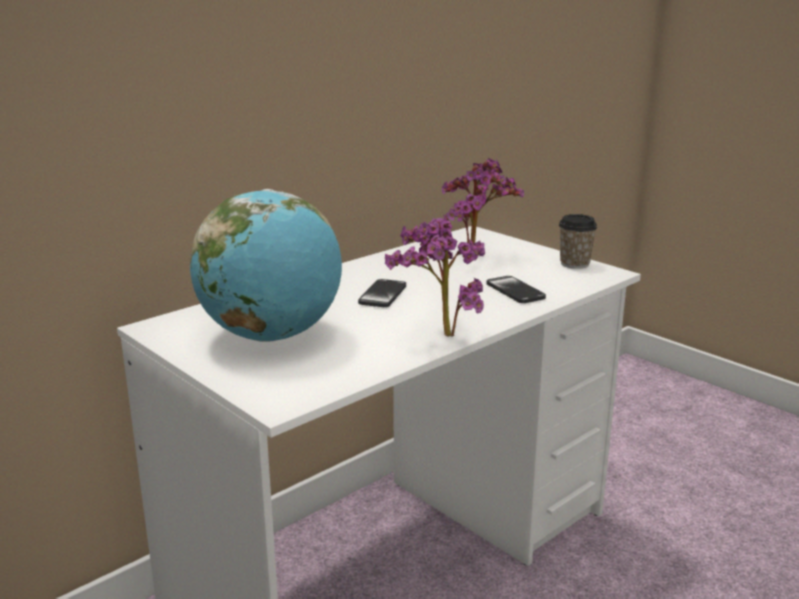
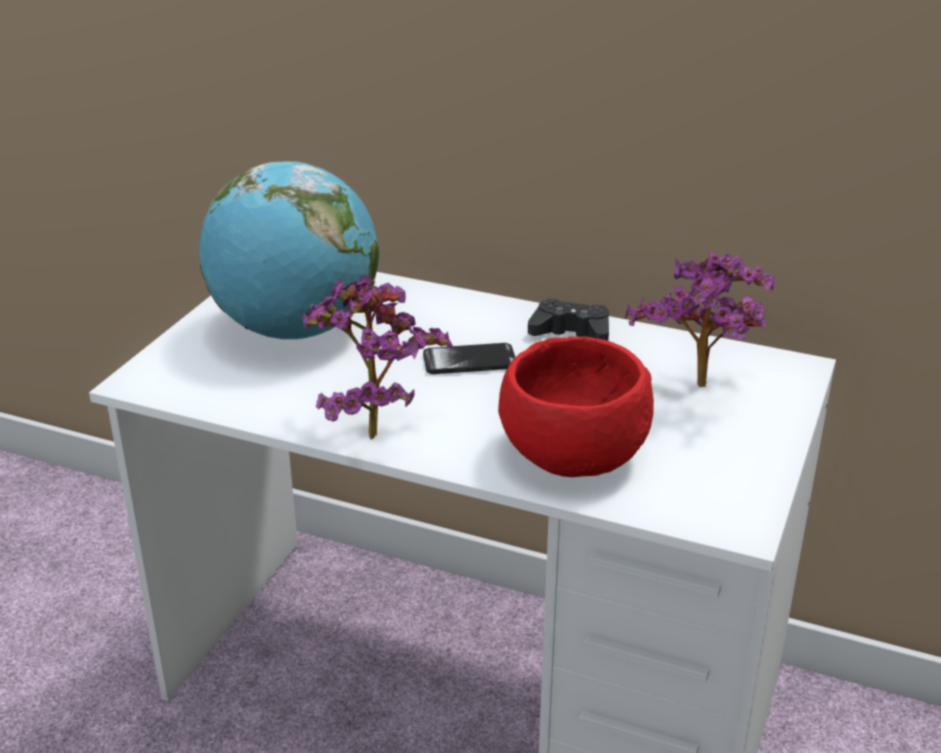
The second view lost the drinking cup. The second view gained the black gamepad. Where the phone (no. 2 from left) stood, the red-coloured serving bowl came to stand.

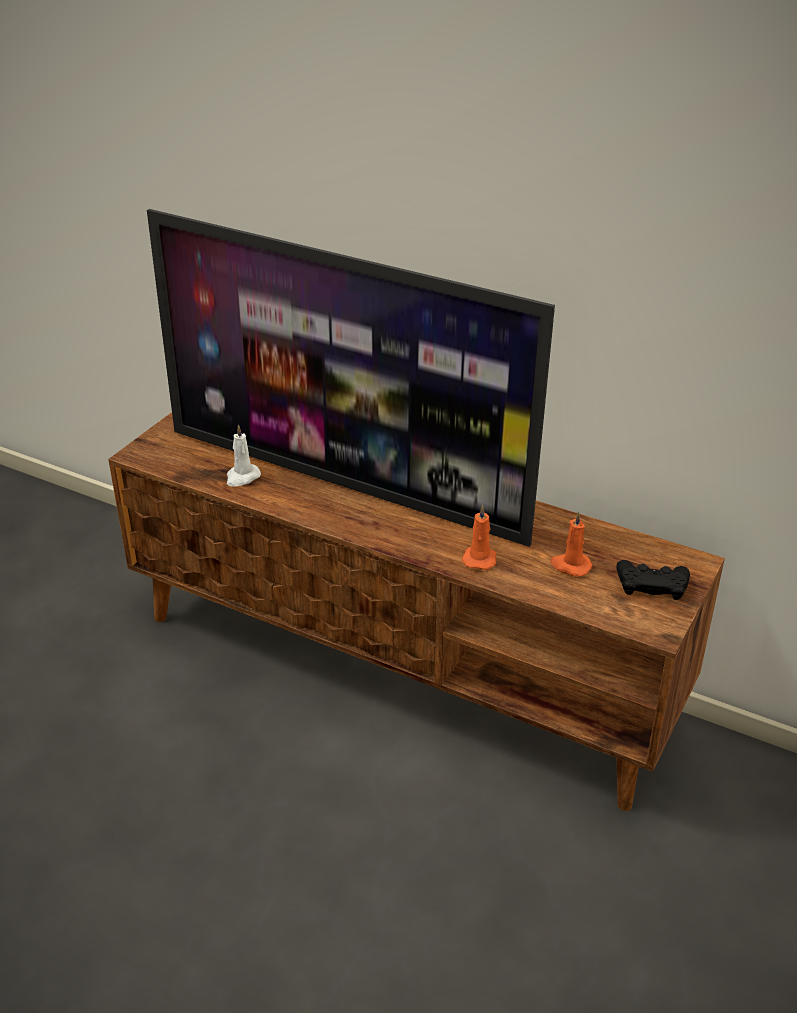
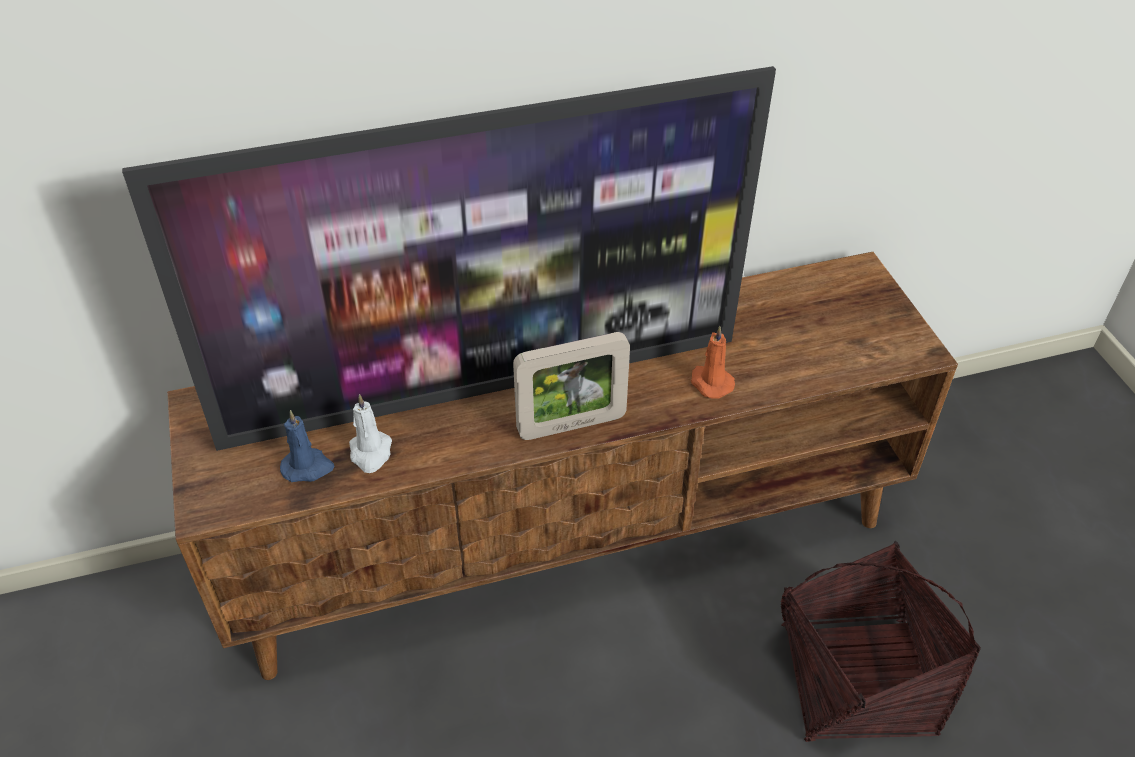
The second view lost the orange-coloured wax light (no. 2 from left). The second view lost the black gamepad. The second view gained the blue wax light. The second view gained the photo frame. The second view gained the household basket.

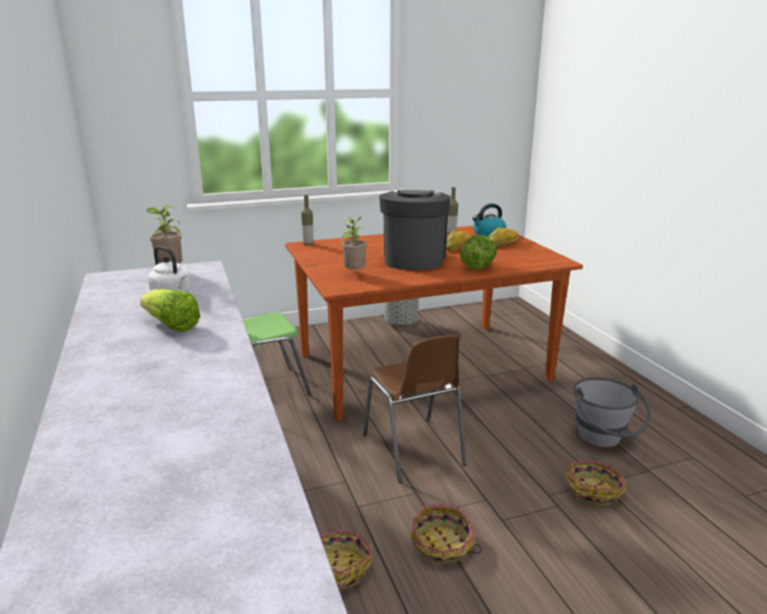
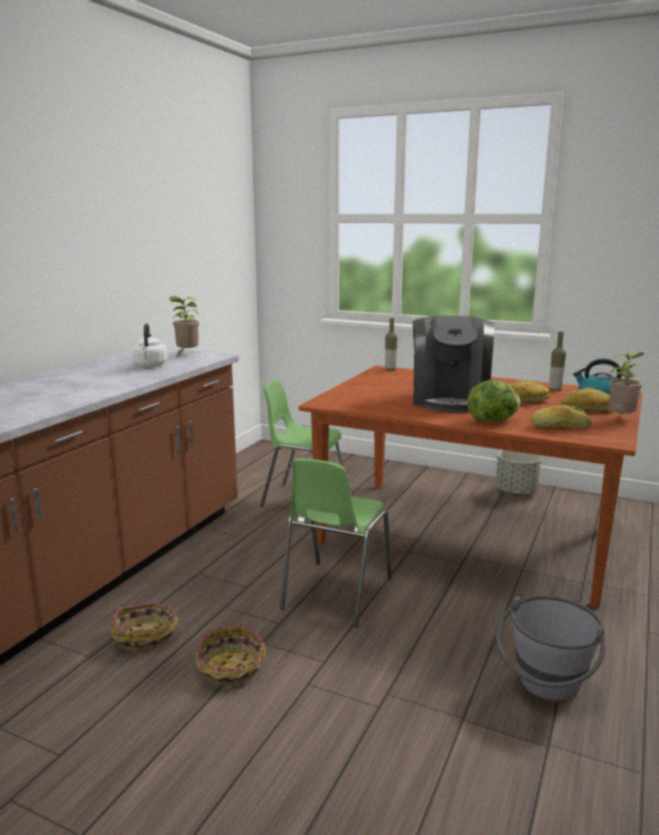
The second view lost the lettuce head (no. 1 from left). The second view lost the household basket (no. 3 from left). The second view gained the bread (no. 2 from left). The plant in a pot (no. 2 from left) ended up elsewhere. What was the brown-coloured chair turned into the greenish chair (no. 2 from left). The coffee brewer ended up facing another way, 135 degrees clockwise from before.

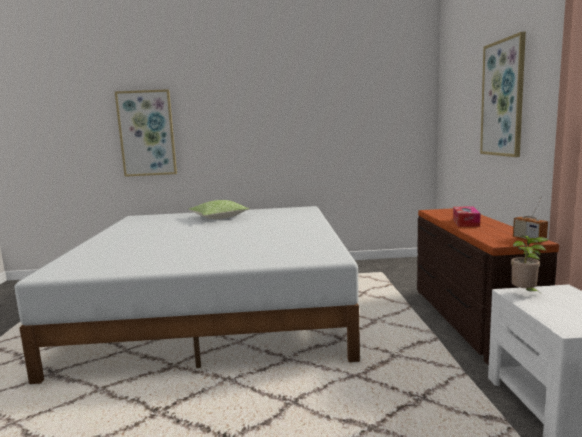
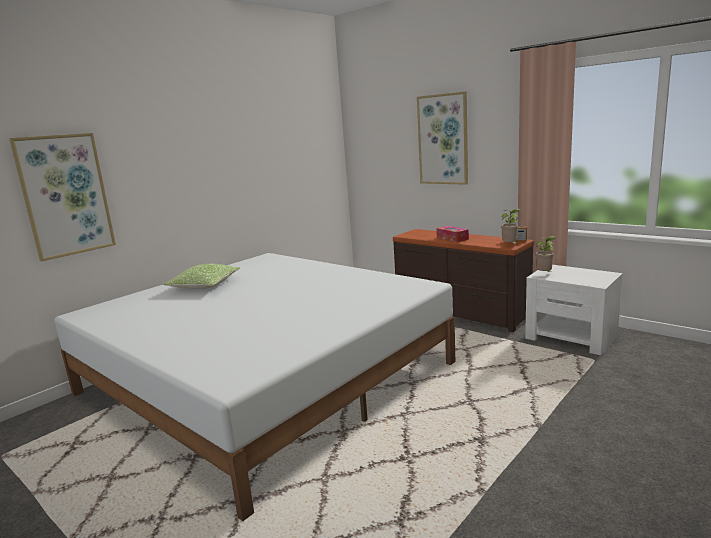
The second view gained the plant in a pot (no. 1 from left).

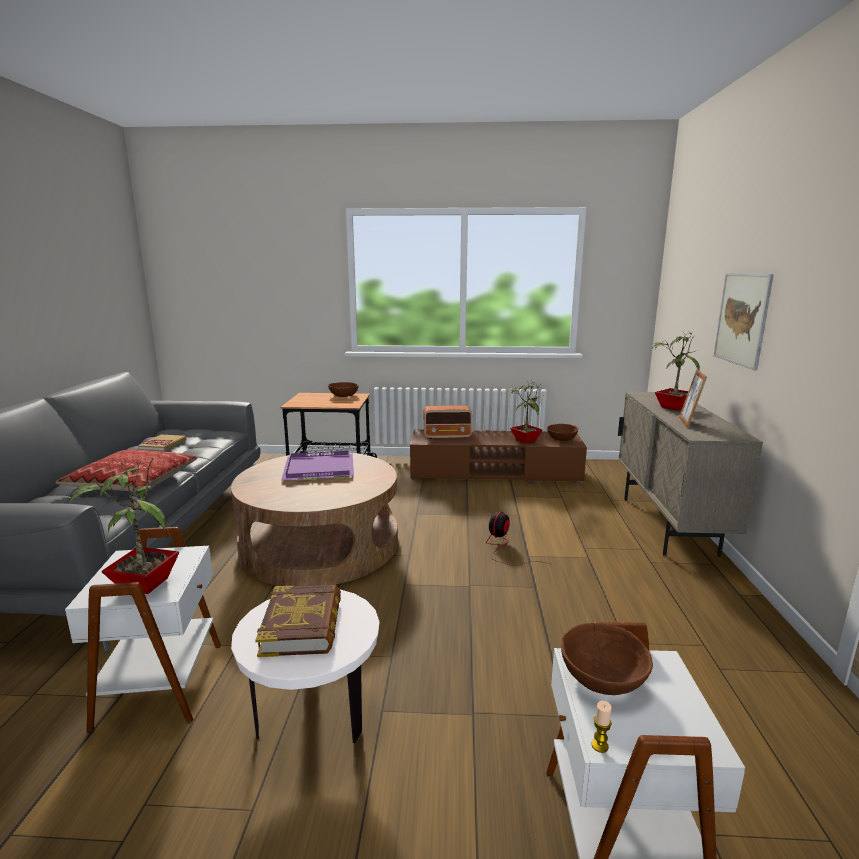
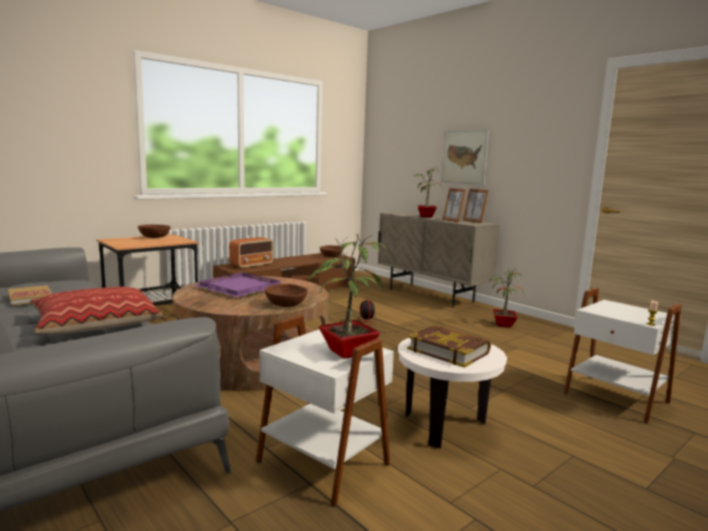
The second view gained the photo frame (no. 2 from left). The plant in a pot (no. 2 from left in the first image) ended up elsewhere. The brown-coloured serving bowl (no. 3 from left in the first image) ended up elsewhere.

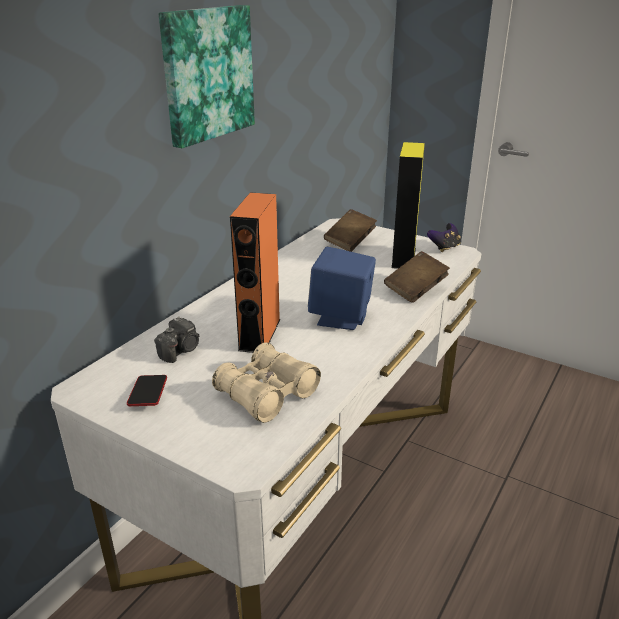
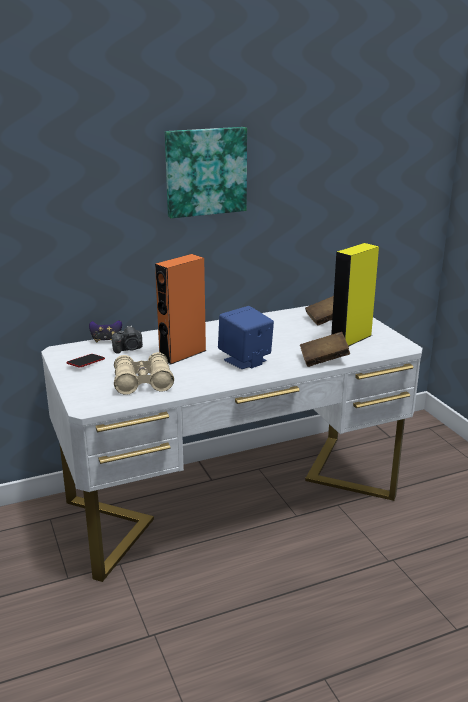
The gamepad ended up elsewhere.

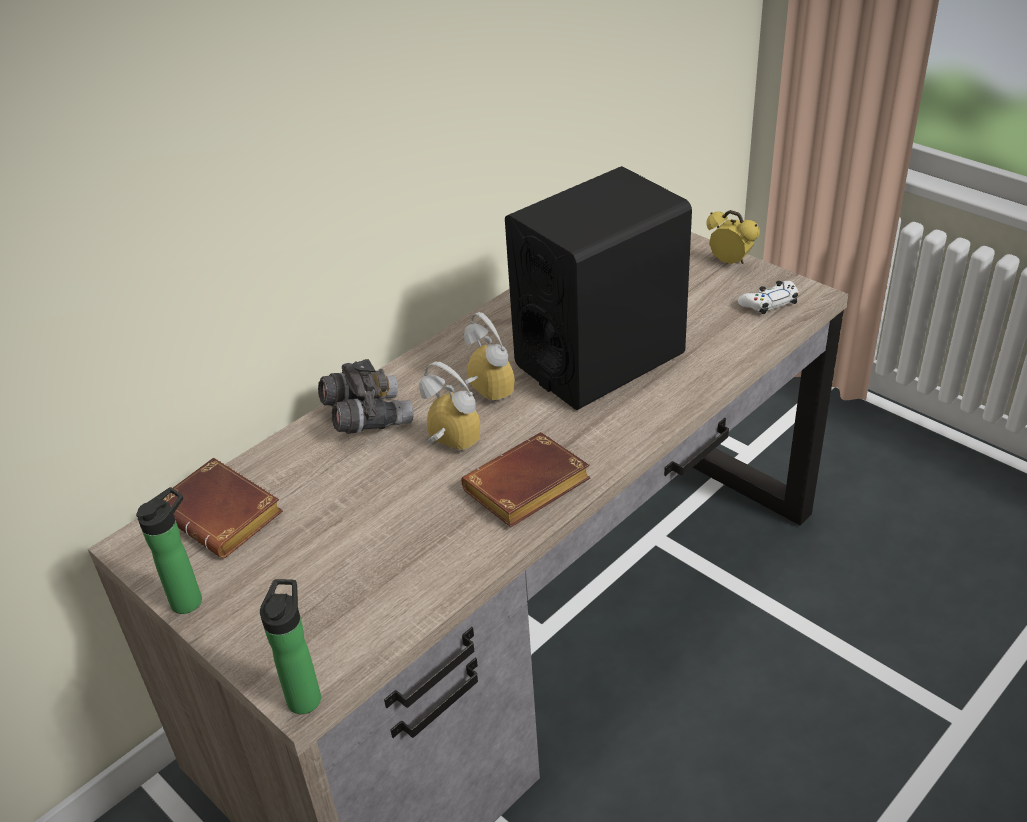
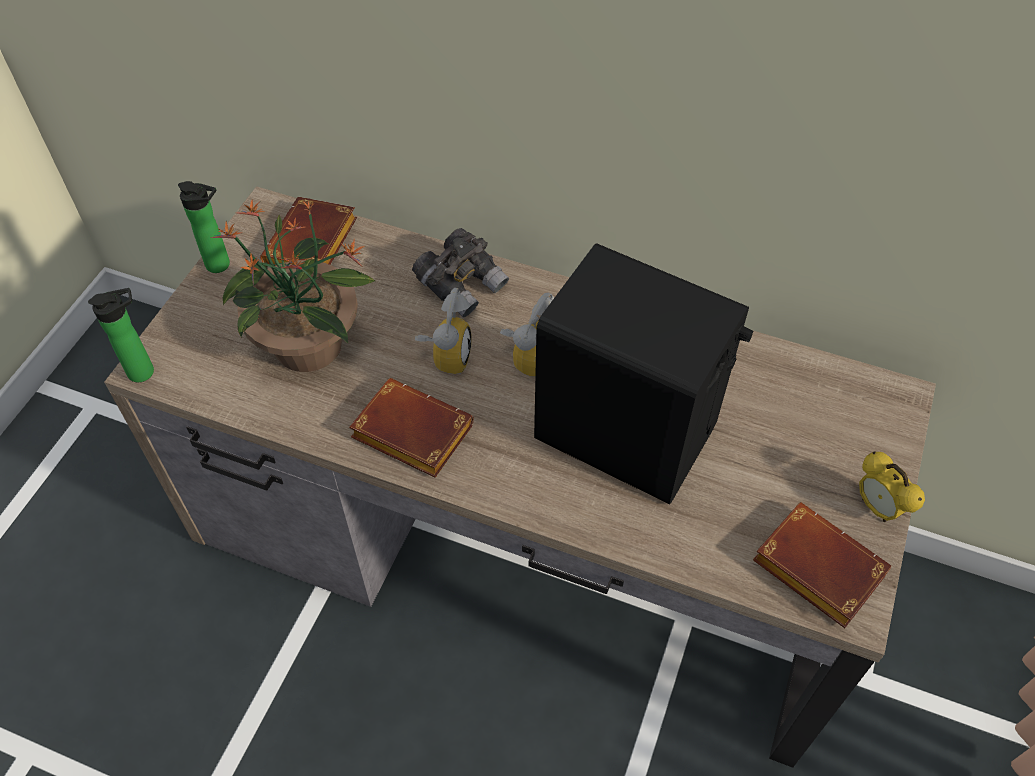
The second view gained the plant in a pot. Where the whitish gamepad stood, the brown-coloured volume (no. 3 from left) came to stand. The table clock (no. 3 from left) ended up facing another way, 135 degrees clockwise from before.

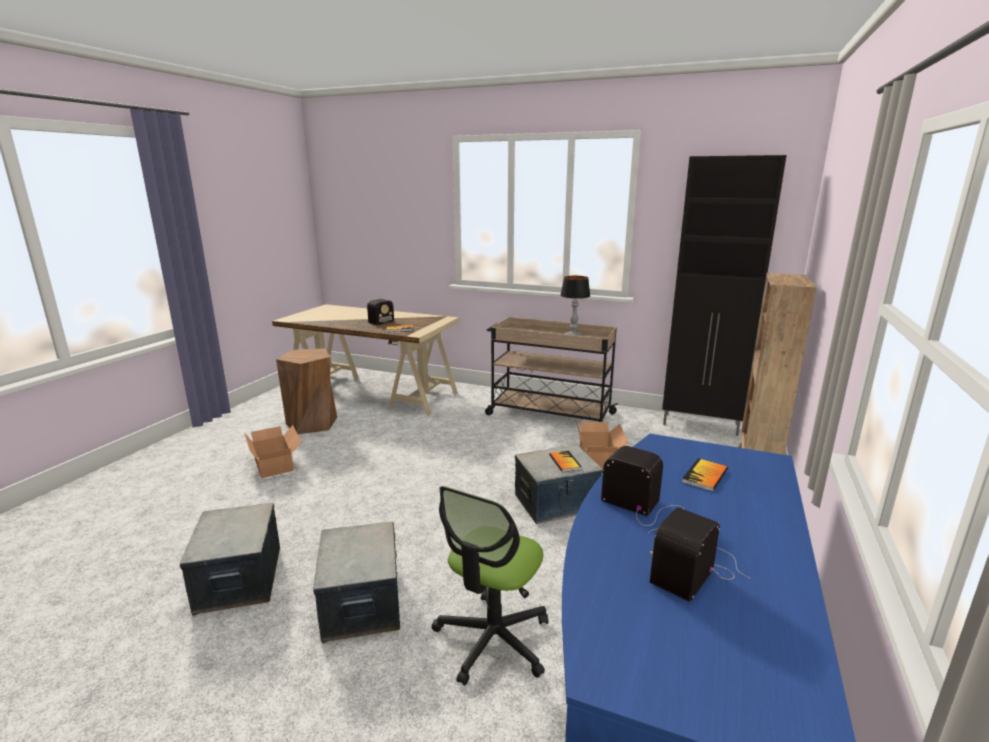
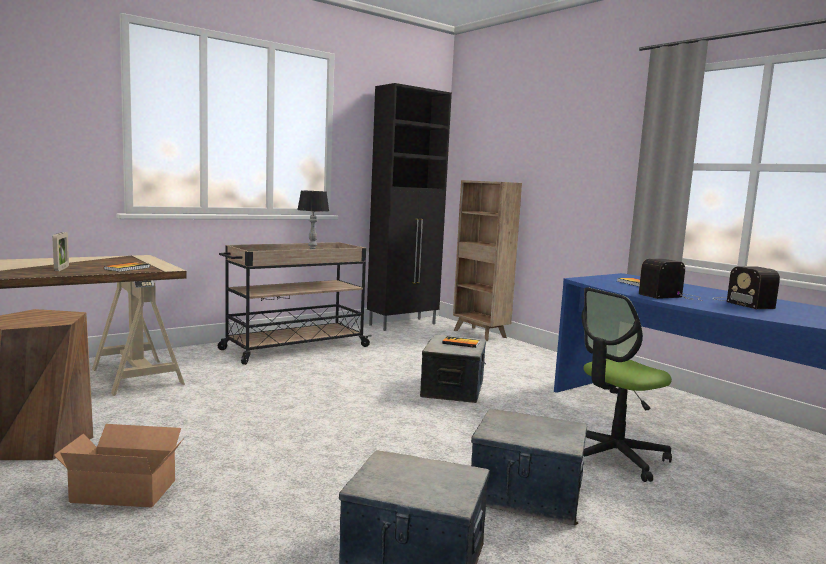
The second view lost the carton (no. 2 from left). Where the radio receiver (no. 1 from left) stood, the photo frame came to stand. The desk chair ended up facing another way, 90 degrees clockwise from before.

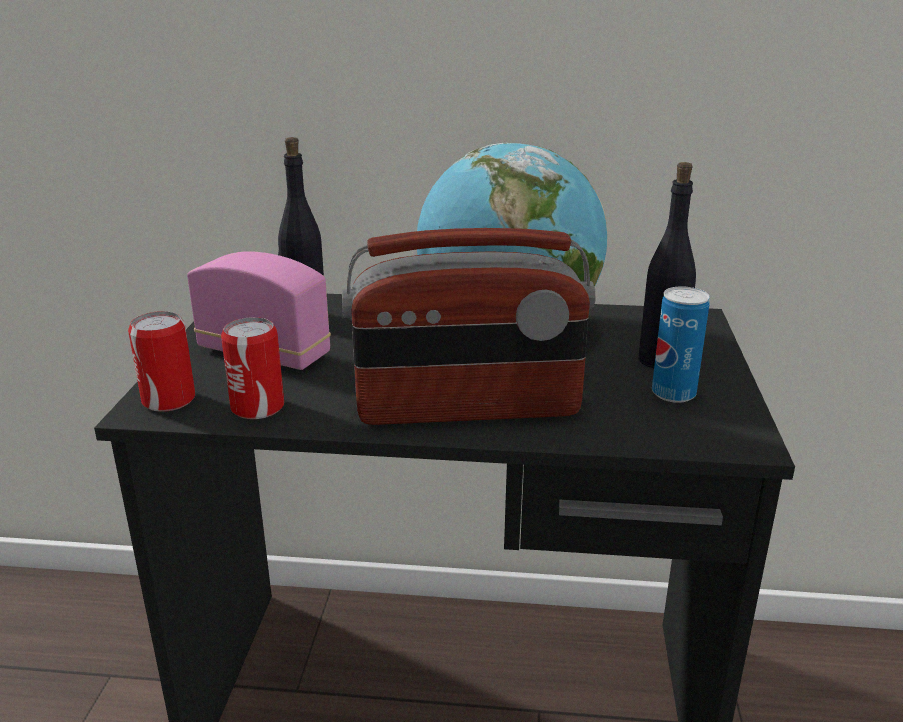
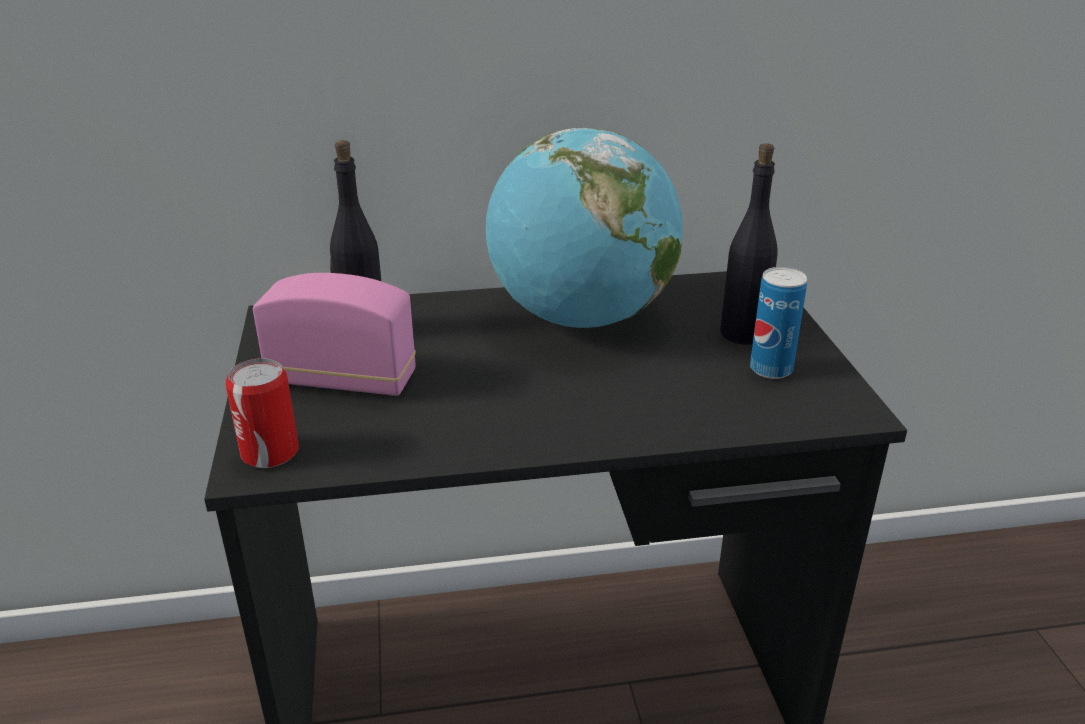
The second view lost the sealed can (no. 2 from left). The second view lost the radio receiver (no. 2 from left).

